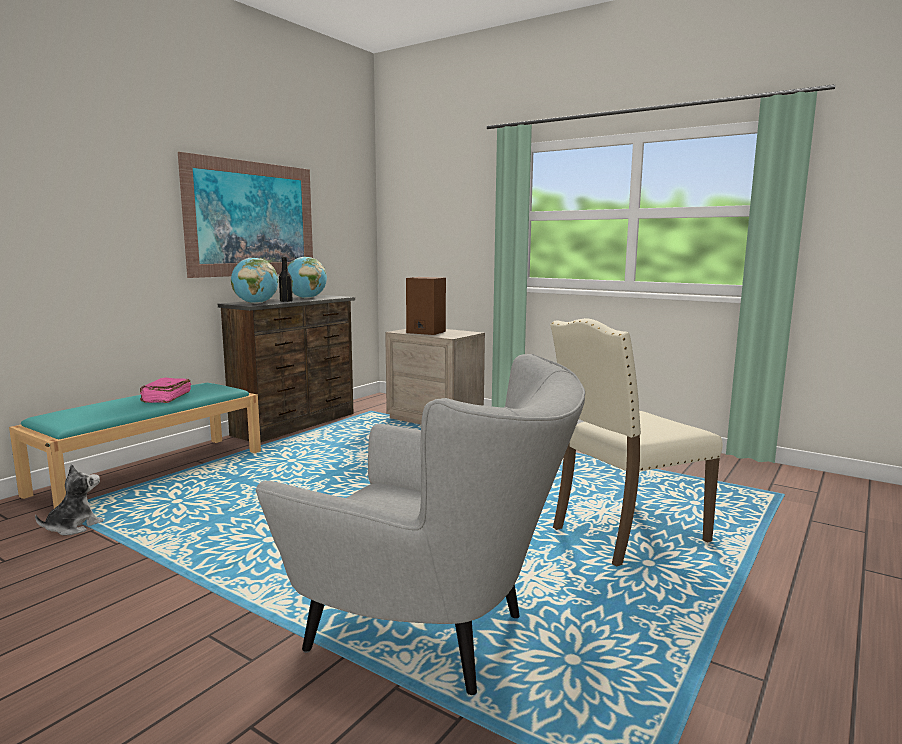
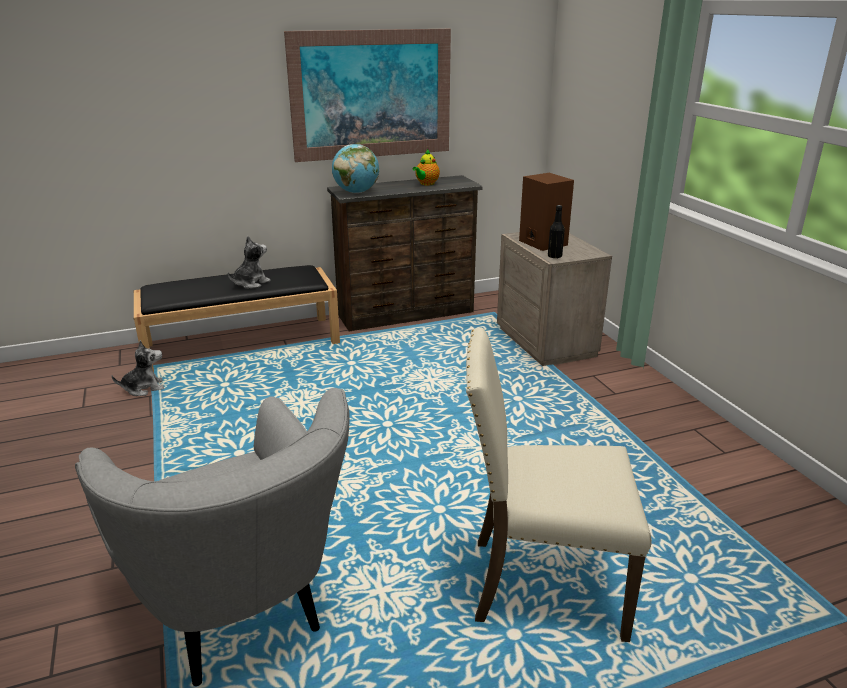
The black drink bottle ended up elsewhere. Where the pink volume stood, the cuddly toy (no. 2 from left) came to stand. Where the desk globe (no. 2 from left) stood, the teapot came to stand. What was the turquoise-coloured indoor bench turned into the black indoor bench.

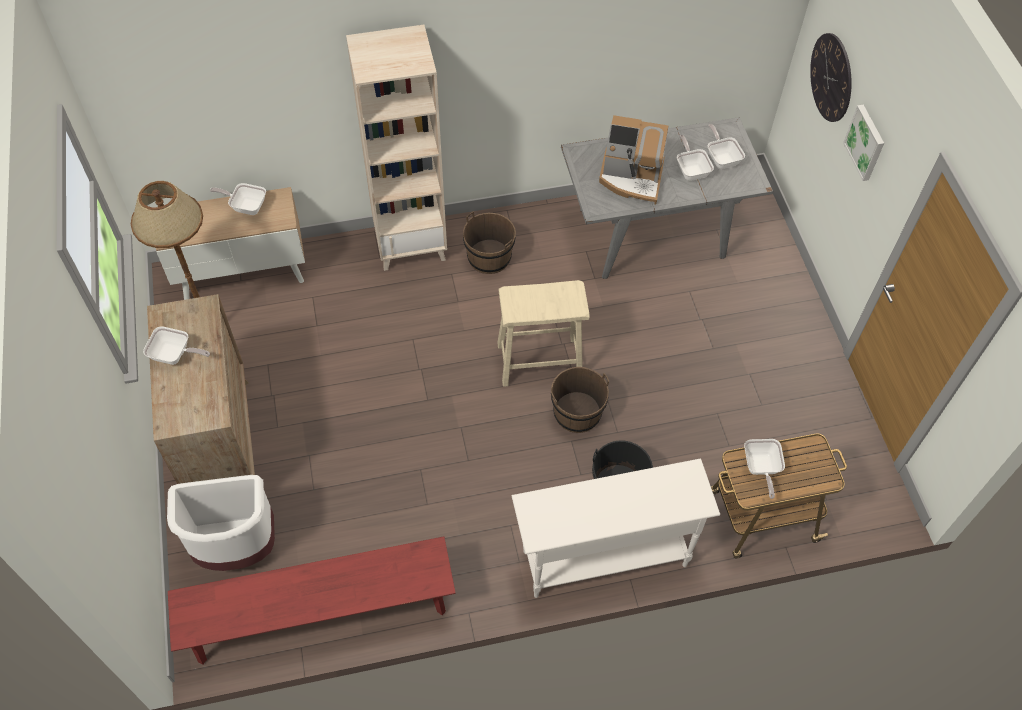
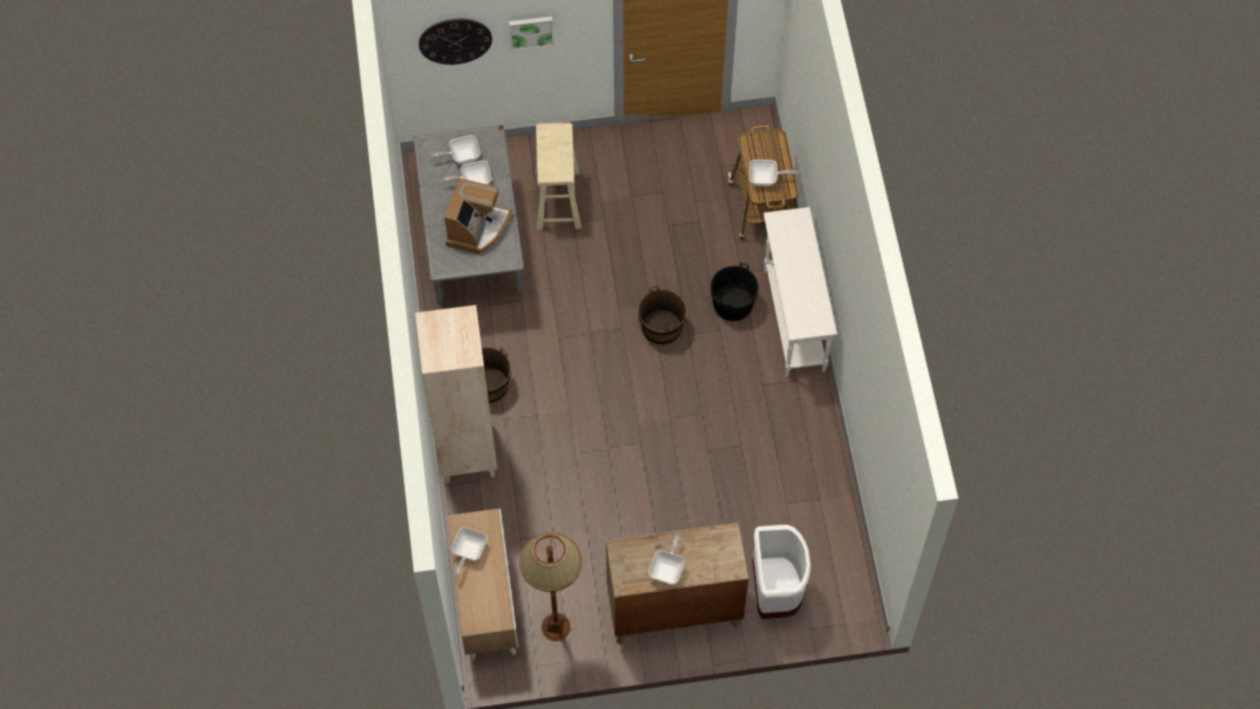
The second view lost the red-coloured indoor bench. The sand-coloured stool ended up elsewhere.

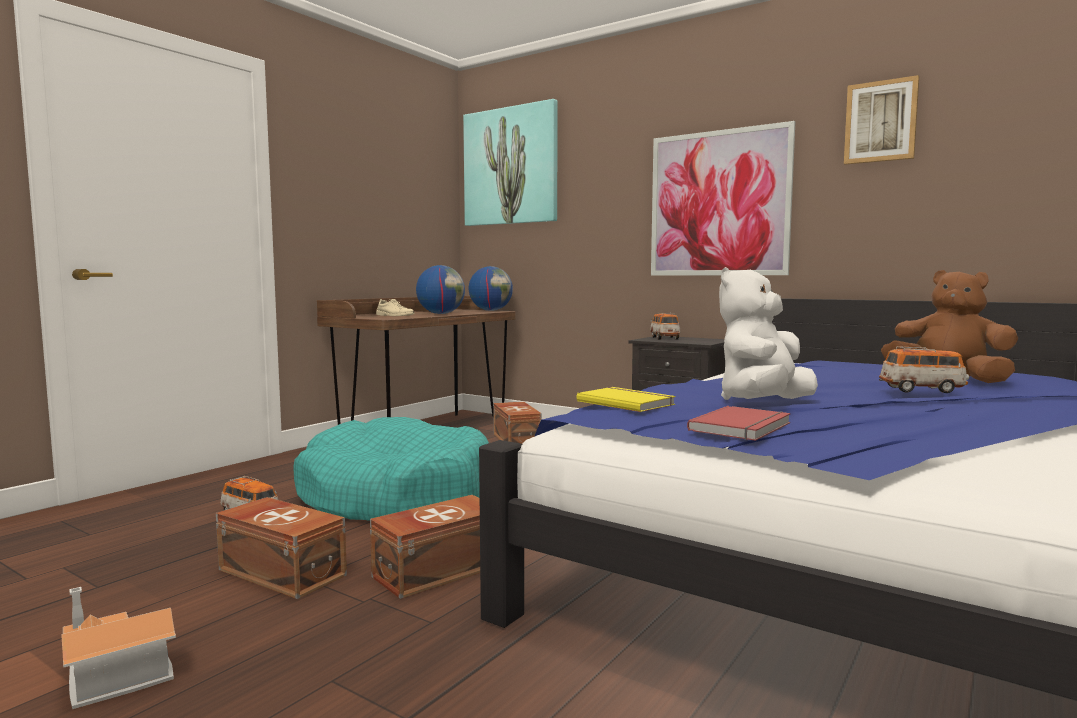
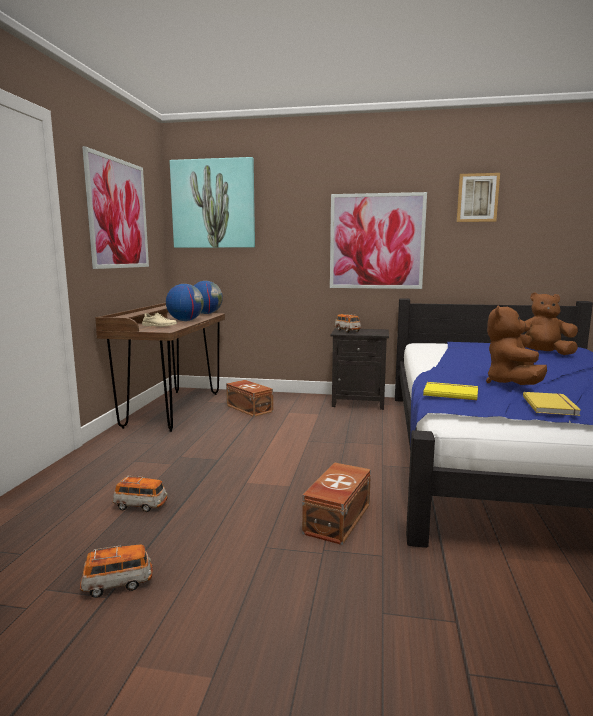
The second view lost the toy house. The second view lost the brown-coloured storage bin (no. 1 from left). The second view lost the turquoise-coloured pet bed. The second view gained the wall picture (no. 1 from left). The miniature car (no. 3 from left in the first image) ended up elsewhere. What was the red-coloured volume turned into the yellow volume (no. 2 from left). What was the whitish cuddly toy turned into the brown-coloured cuddly toy (no. 1 from left).

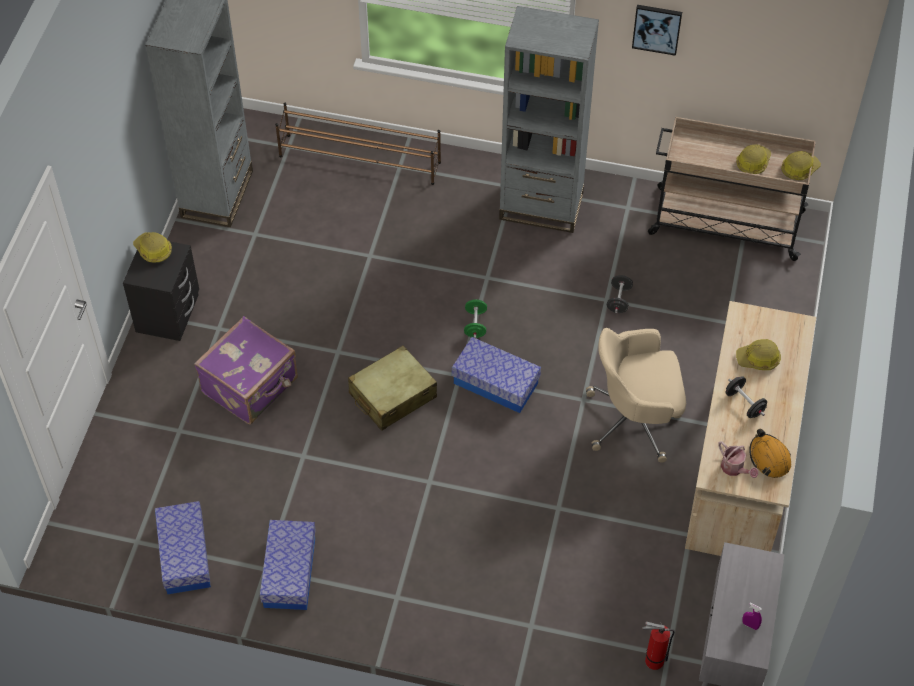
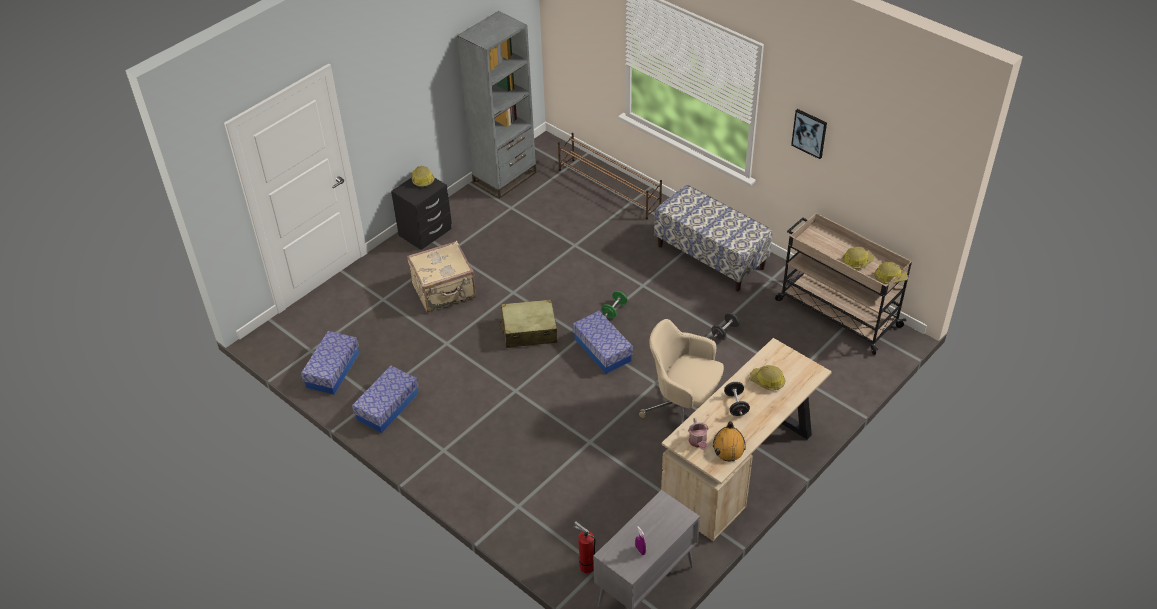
Where the greyish shelving unit (no. 2 from left) stood, the indoor bench came to stand. What was the purple-coloured suitcase turned into the sand-coloured suitcase (no. 1 from left).

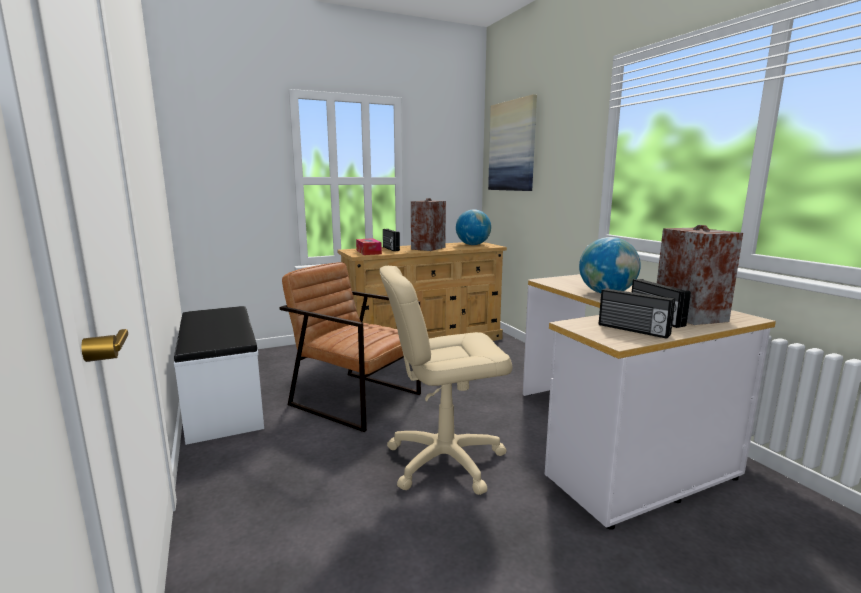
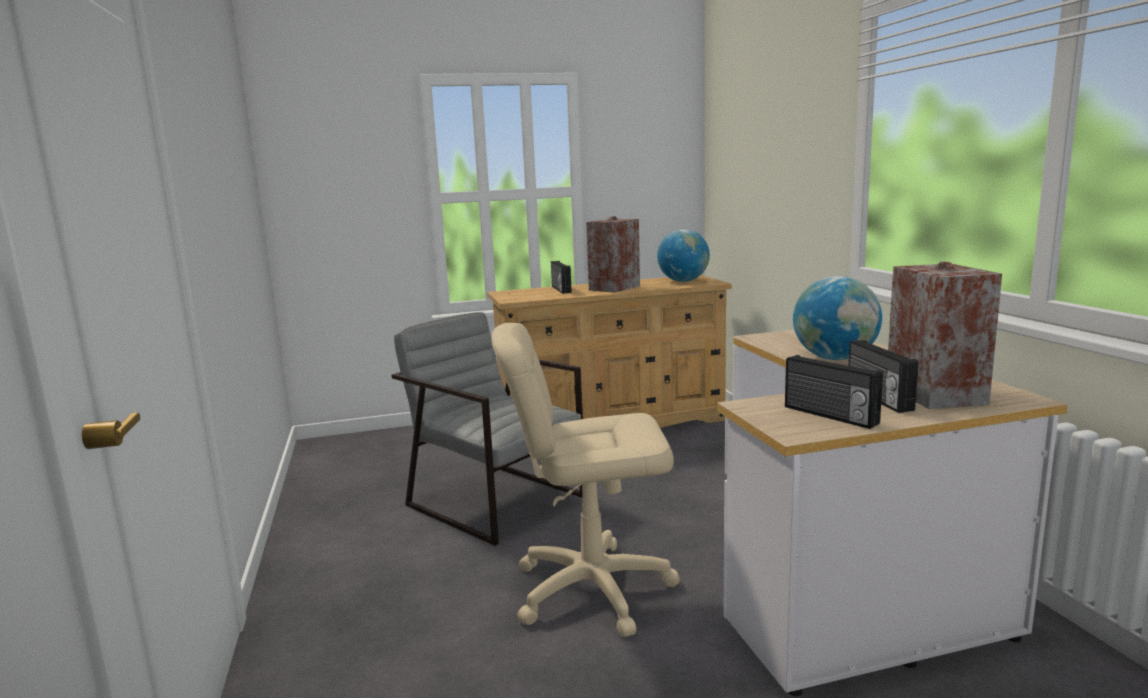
The second view lost the whitish indoor bench. The second view lost the box of tissues. The second view lost the wall picture. What was the brown-coloured armchair turned into the greyish armchair.

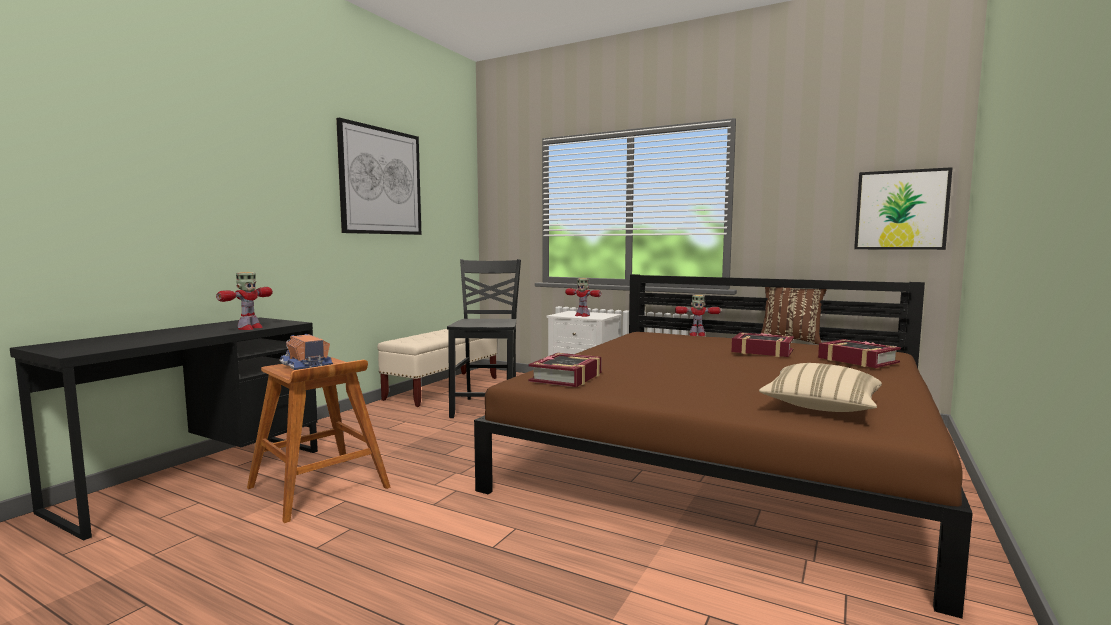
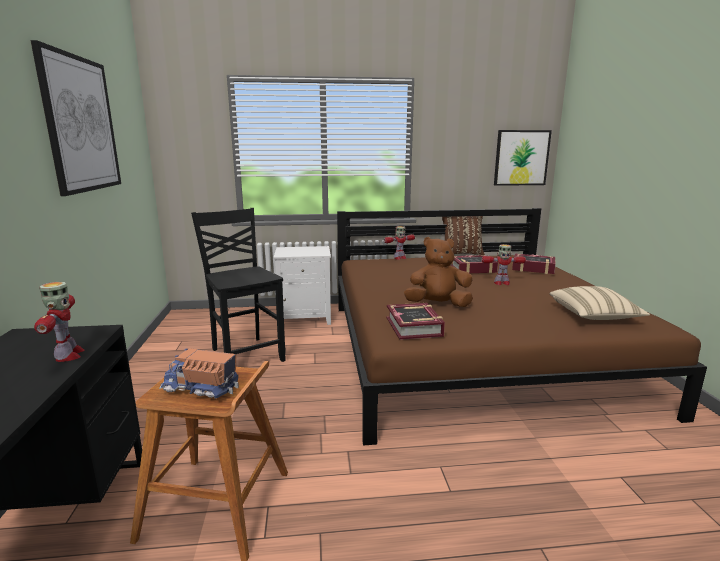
The second view lost the sand-coloured indoor bench. The second view gained the brown-coloured cuddly toy. The model robot (no. 2 from left in the first image) ended up elsewhere.

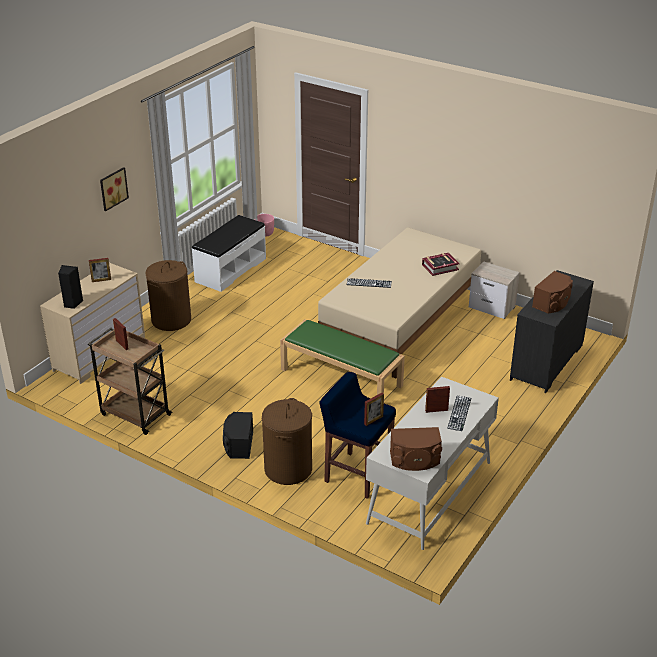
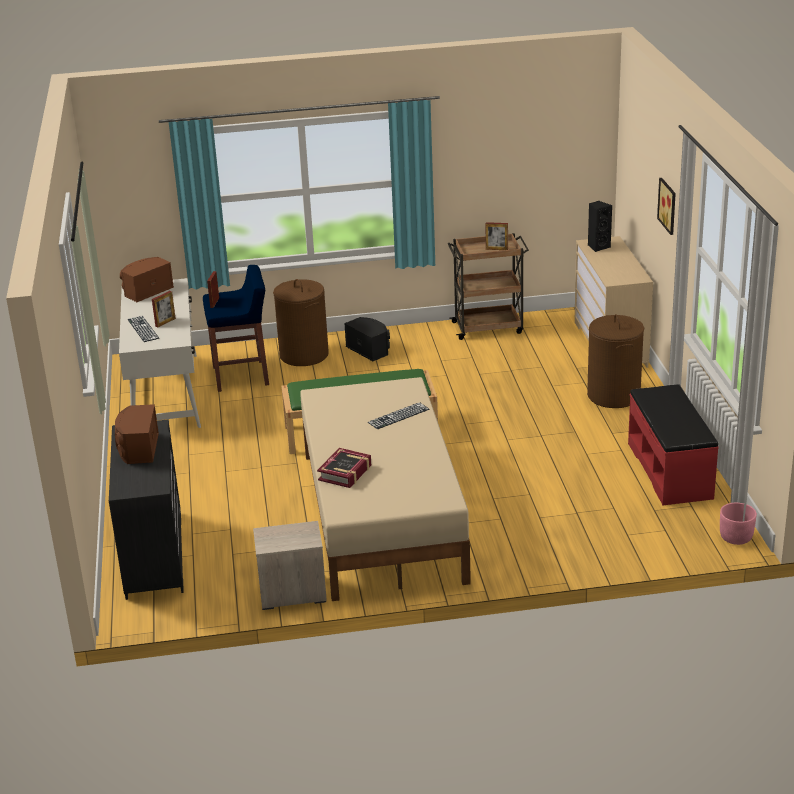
The second view lost the photo frame (no. 1 from left). What was the whitish indoor bench turned into the red-coloured indoor bench.

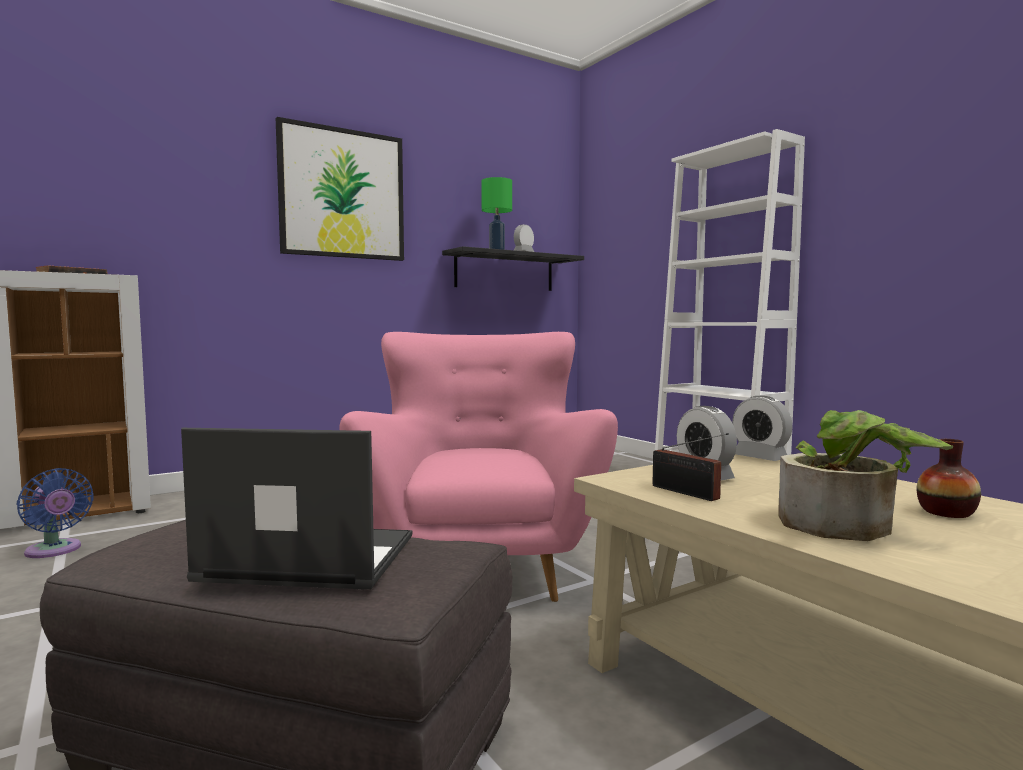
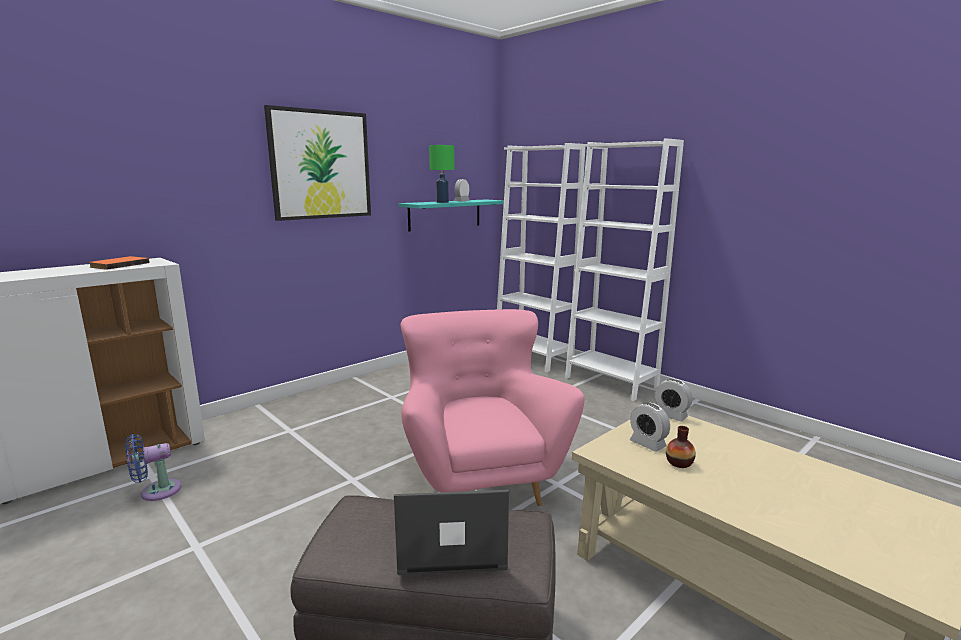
The second view lost the radio receiver. The second view lost the plant in a pot. The second view gained the whitish shelving unit (no. 1 from left). The flower vase ended up elsewhere. What was the black wall shelf turned into the turquoise-coloured wall shelf. The blue fan ended up facing another way, 120 degrees clockwise from before.

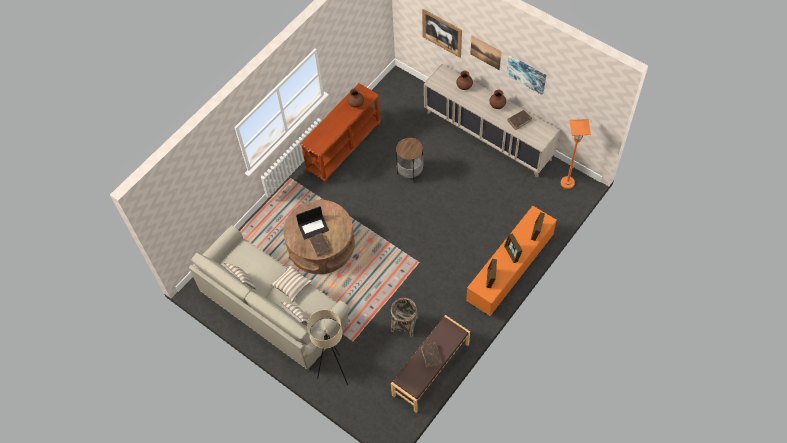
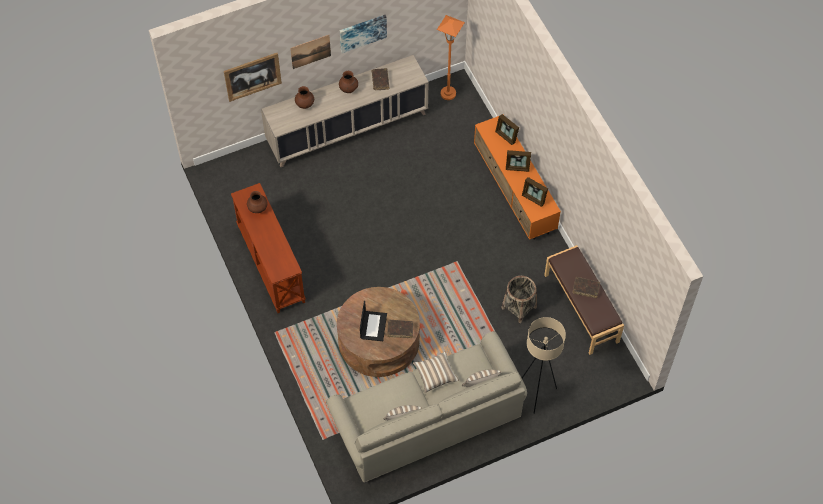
The second view lost the side table.

